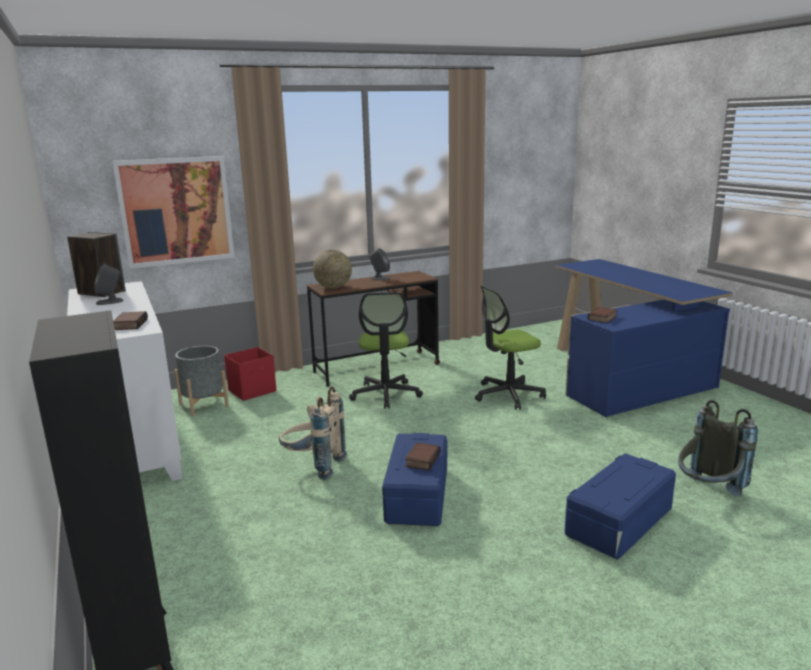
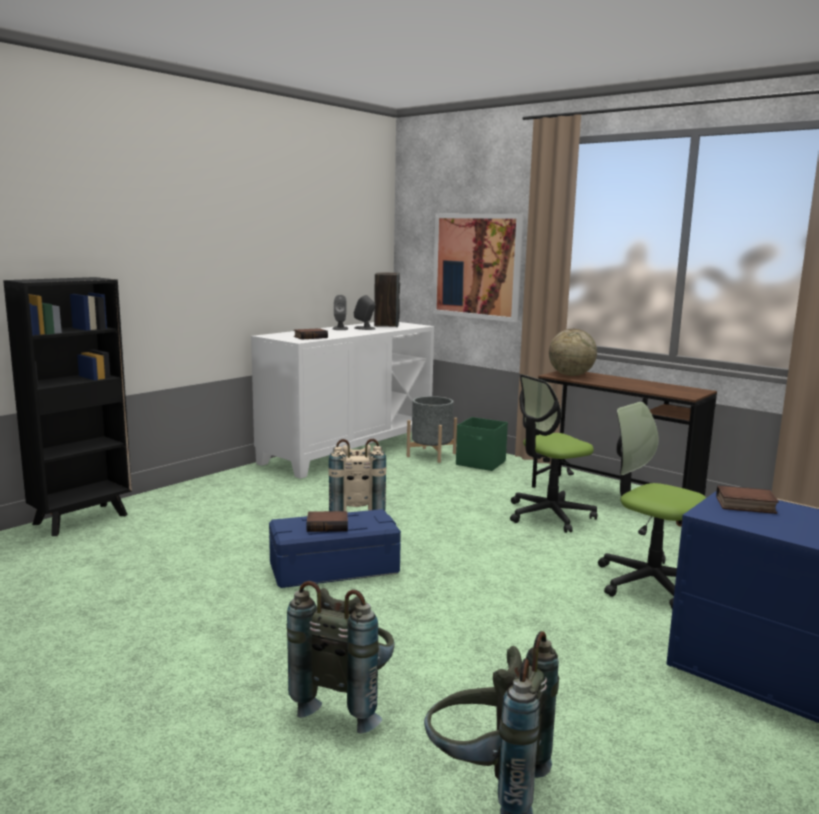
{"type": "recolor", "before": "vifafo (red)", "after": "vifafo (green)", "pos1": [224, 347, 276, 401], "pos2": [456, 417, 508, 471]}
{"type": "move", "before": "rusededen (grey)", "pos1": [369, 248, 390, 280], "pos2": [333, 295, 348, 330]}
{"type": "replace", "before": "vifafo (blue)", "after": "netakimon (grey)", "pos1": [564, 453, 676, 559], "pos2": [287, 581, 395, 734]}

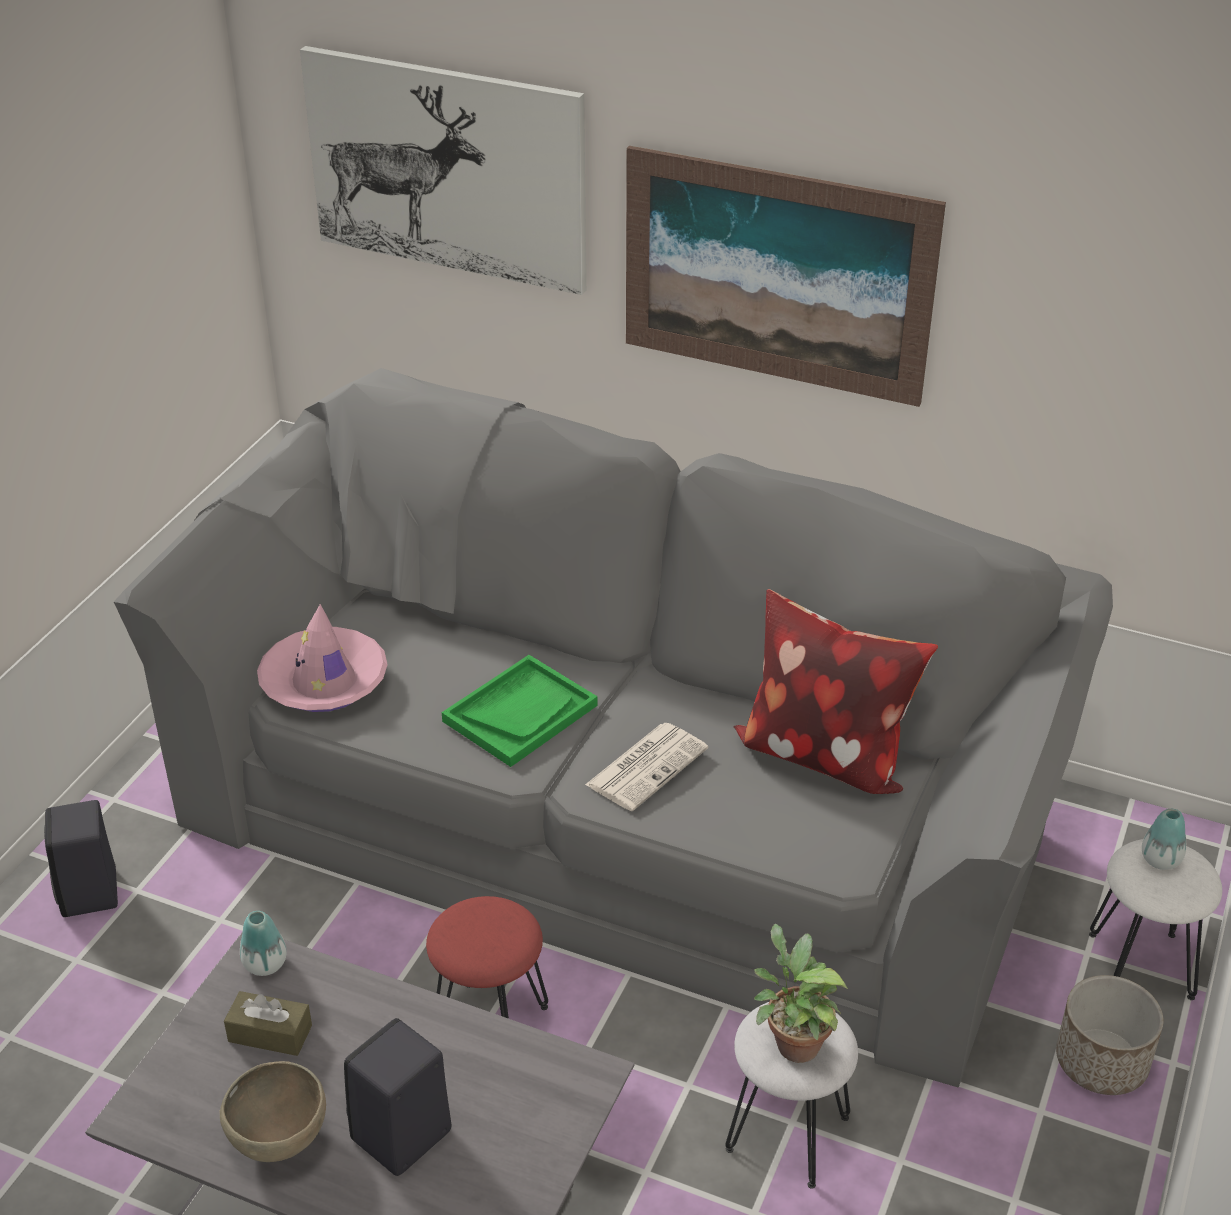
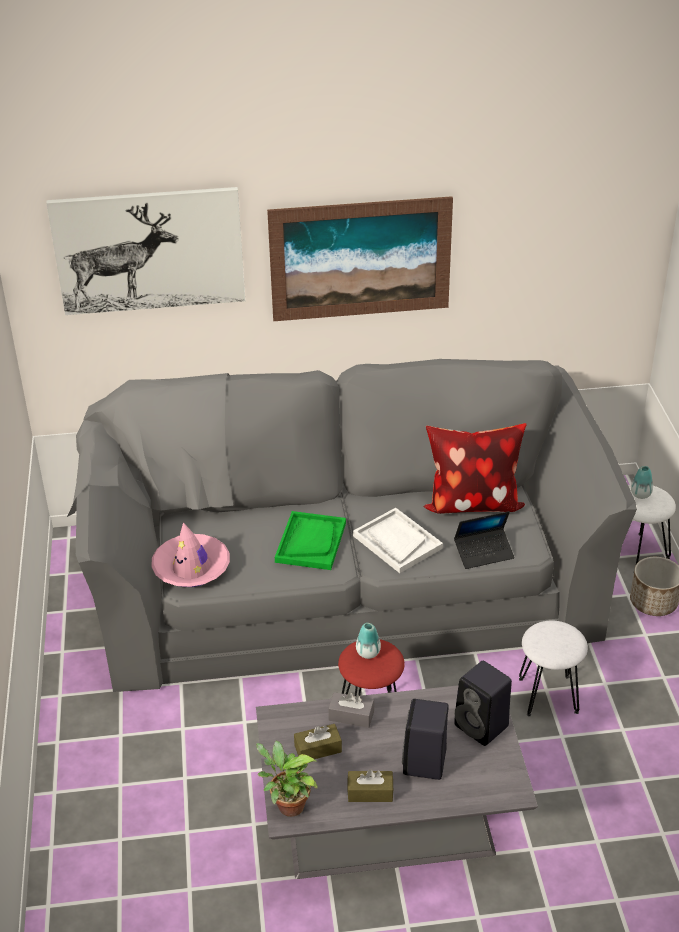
{"type": "move", "before": "rusededen (black)", "pos1": [44, 800, 118, 917], "pos2": [454, 661, 512, 746]}
{"type": "replace", "before": "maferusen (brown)", "after": "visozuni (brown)", "pos1": [219, 1061, 326, 1162], "pos2": [347, 769, 394, 802]}
{"type": "move", "before": "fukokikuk", "pos1": [240, 911, 287, 976], "pos2": [356, 623, 381, 659]}
{"type": "replace", "before": "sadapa", "after": "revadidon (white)", "pos1": [585, 723, 708, 811], "pos2": [353, 508, 443, 573]}
{"type": "move", "before": "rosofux", "pos1": [754, 924, 848, 1063], "pos2": [256, 741, 318, 817]}
{"type": "insert", "after": "visozuni (grey)", "pos2": [328, 692, 374, 728]}
{"type": "insert", "after": "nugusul", "pos2": [454, 511, 515, 569]}

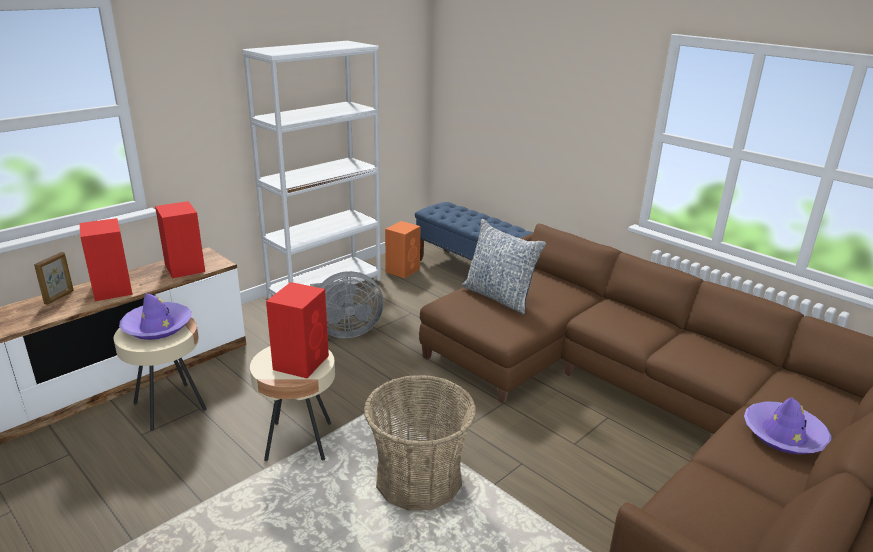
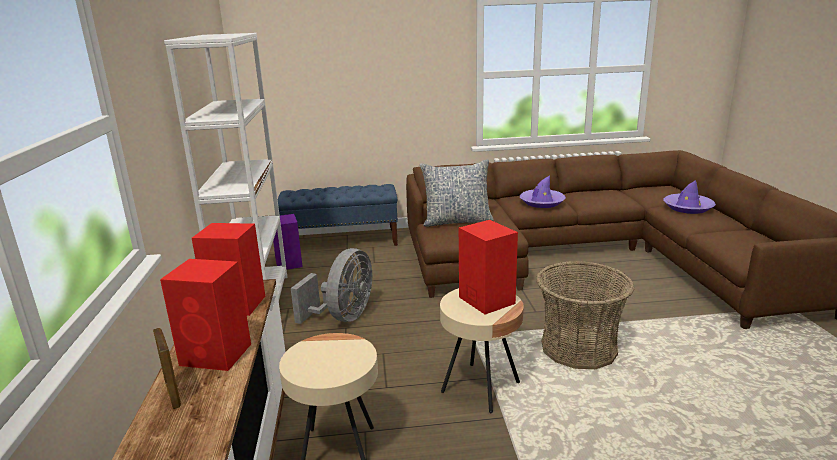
{"type": "move", "before": "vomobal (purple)", "pos1": [119, 293, 191, 340], "pos2": [520, 176, 566, 208]}
{"type": "recolor", "before": "rusededen (orange)", "after": "rusededen (purple)", "pos1": [385, 221, 420, 278], "pos2": [273, 214, 303, 270]}

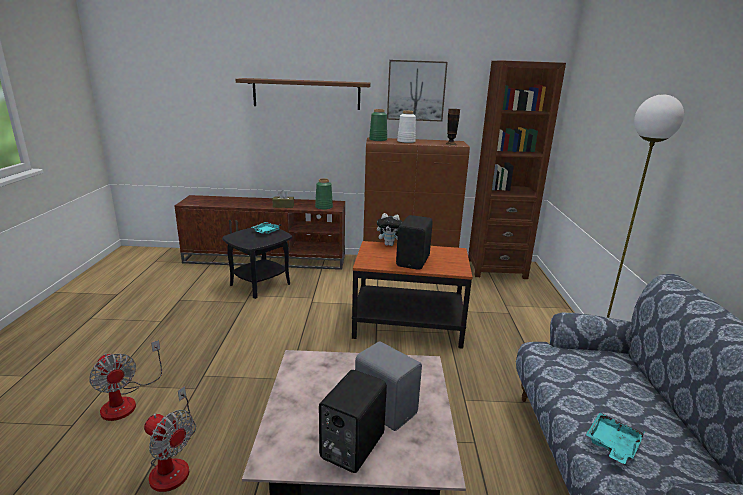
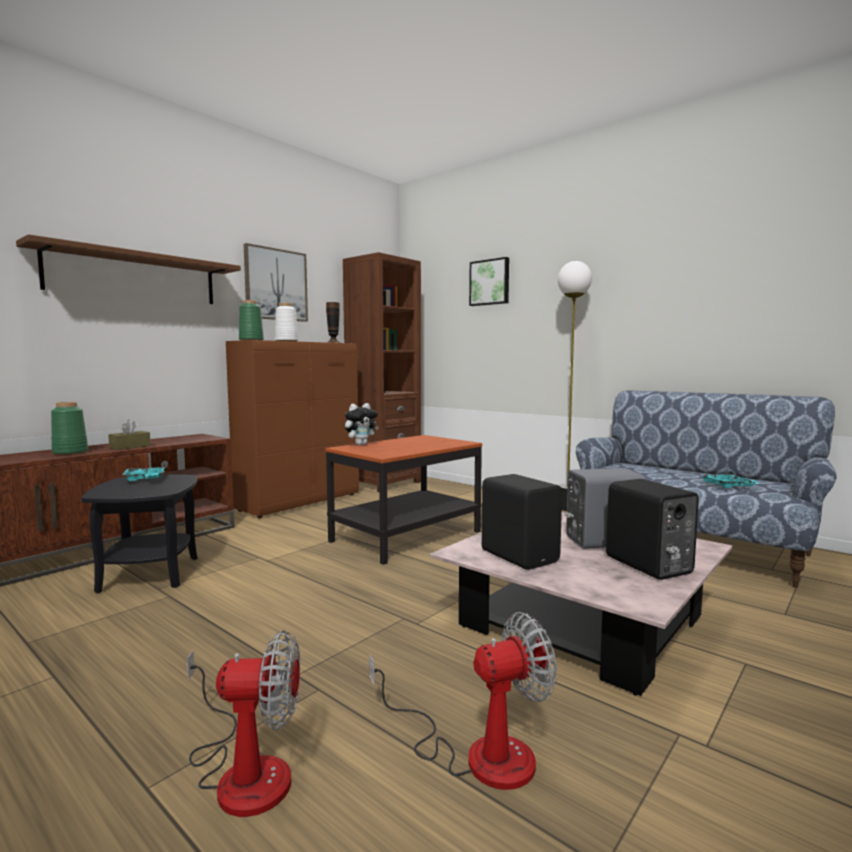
{"type": "move", "before": "fukokikuk (green)", "pos1": [315, 178, 333, 210], "pos2": [51, 402, 88, 455]}
{"type": "move", "before": "rusededen (black)", "pos1": [396, 215, 433, 270], "pos2": [482, 474, 562, 570]}
{"type": "insert", "after": "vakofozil", "pos2": [469, 257, 509, 306]}

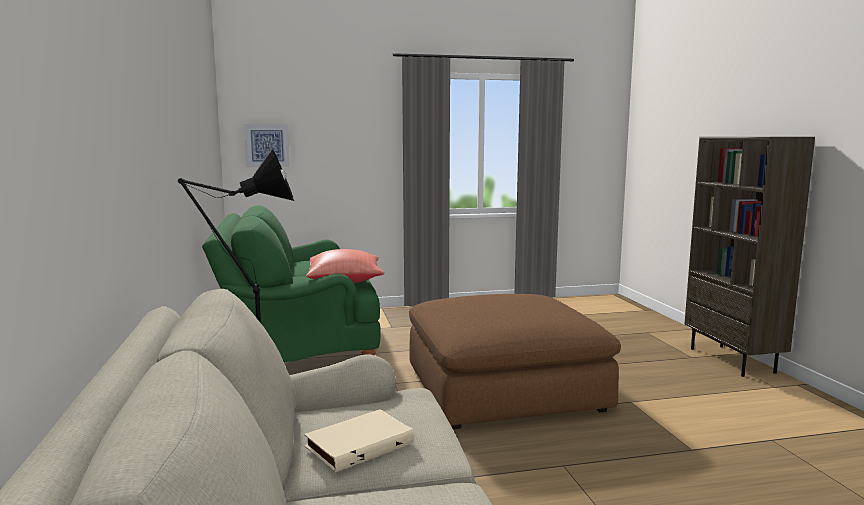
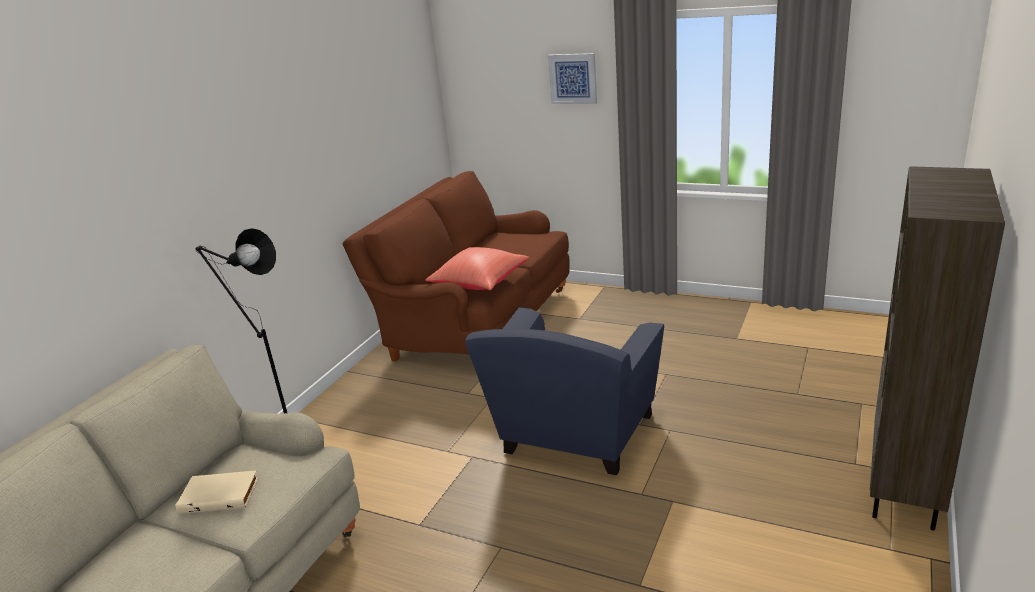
{"type": "recolor", "before": "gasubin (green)", "after": "gasubin (brown)", "pos1": [202, 205, 381, 362], "pos2": [342, 171, 570, 362]}
{"type": "move", "before": "vakofozil", "pos1": [244, 124, 290, 167], "pos2": [548, 53, 597, 104]}
{"type": "replace", "before": "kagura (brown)", "after": "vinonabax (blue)", "pos1": [409, 294, 621, 429], "pos2": [465, 307, 664, 475]}

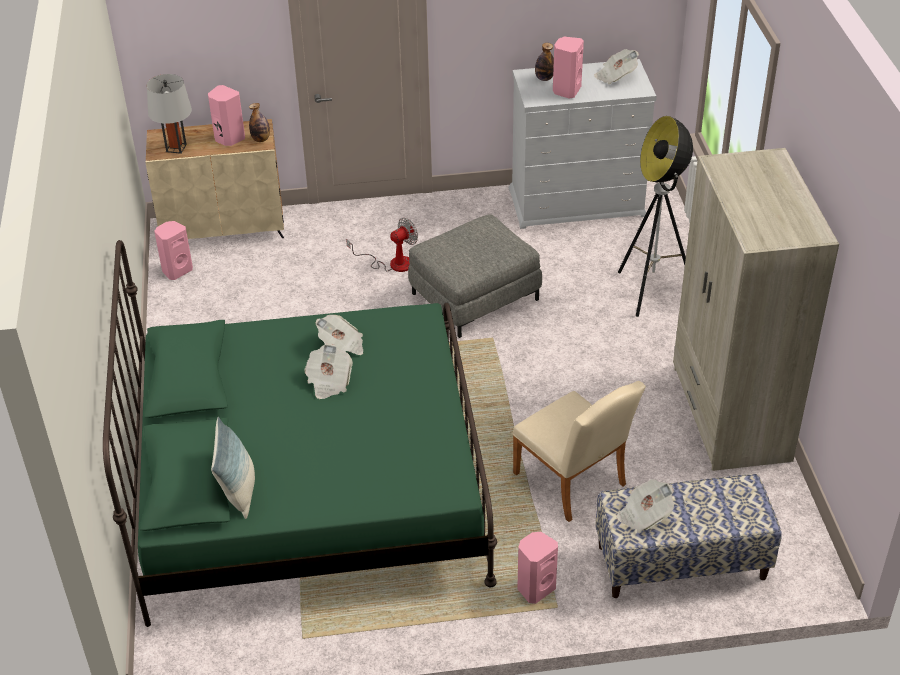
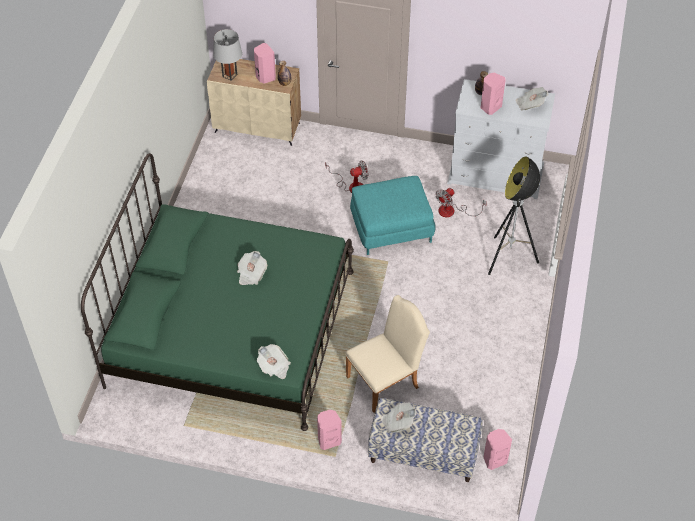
{"type": "move", "before": "rusededen (pink)", "pos1": [154, 221, 193, 280], "pos2": [484, 429, 512, 470]}
{"type": "delete", "before": "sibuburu", "pos1": [211, 417, 255, 519]}
{"type": "move", "before": "sadapa", "pos1": [316, 315, 363, 355], "pos2": [257, 344, 291, 379]}
{"type": "recolor", "before": "kagura (grey)", "after": "kagura (turquoise)", "pos1": [408, 214, 542, 338], "pos2": [350, 176, 436, 255]}
{"type": "rotate", "before": "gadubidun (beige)", "pos1": [512, 381, 646, 522], "pos2": [346, 295, 430, 413], "turn": -105}
{"type": "delete", "before": "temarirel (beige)", "pos1": [673, 148, 839, 471]}
{"type": "insert", "after": "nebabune", "pos2": [436, 188, 487, 217]}

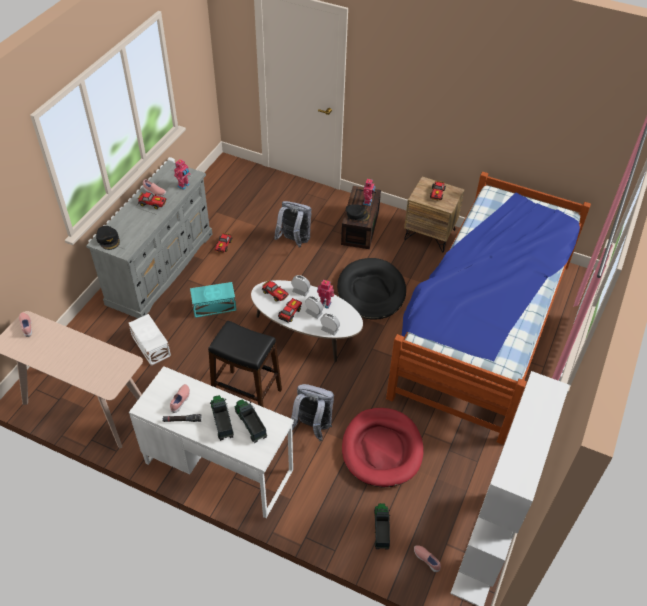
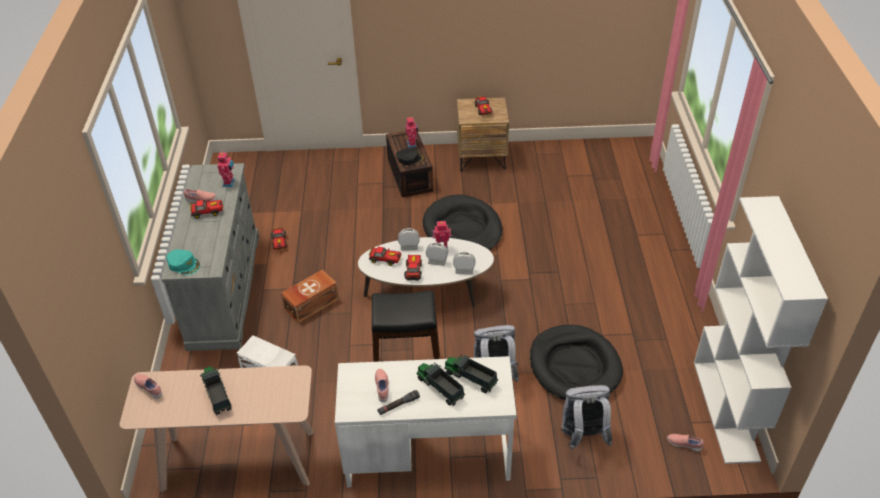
{"type": "recolor", "before": "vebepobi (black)", "after": "vebepobi (turquoise)", "pos1": [96, 226, 120, 250], "pos2": [166, 249, 200, 275]}
{"type": "recolor", "before": "vifafo (turquoise)", "after": "vifafo (brown)", "pos1": [190, 282, 237, 318], "pos2": [281, 270, 339, 323]}
{"type": "move", "before": "netakimon (grey)", "pos1": [274, 201, 312, 247], "pos2": [561, 385, 612, 450]}
{"type": "recolor", "before": "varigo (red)", "after": "varigo (black)", "pos1": [342, 408, 423, 487], "pos2": [530, 325, 623, 400]}
{"type": "move", "before": "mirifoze", "pos1": [374, 503, 390, 550], "pos2": [200, 366, 231, 415]}
{"type": "delete", "before": "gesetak", "pos1": [386, 172, 591, 445]}

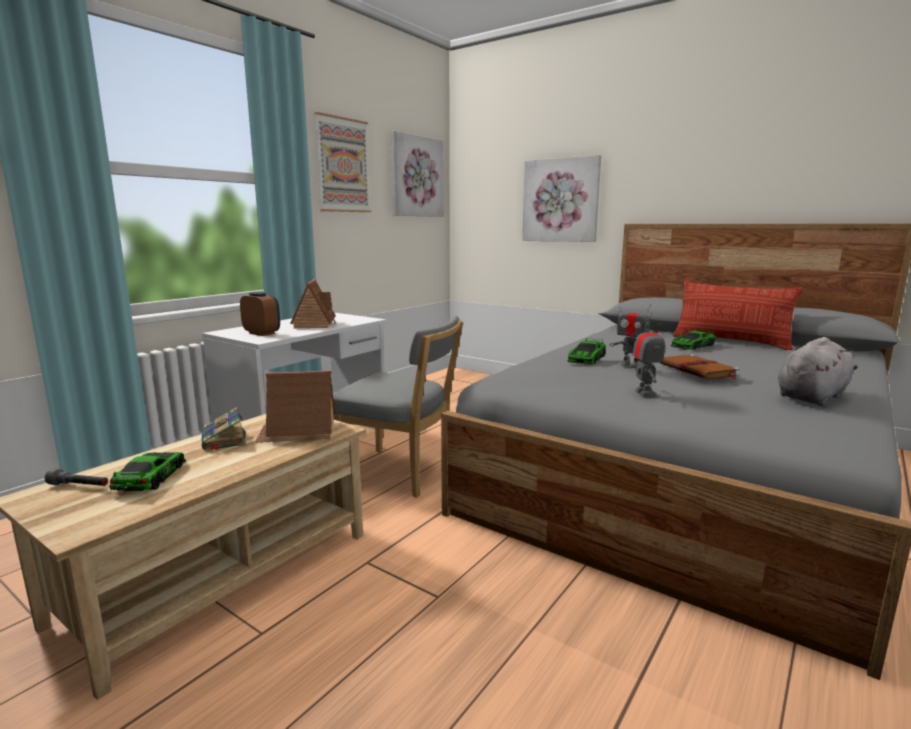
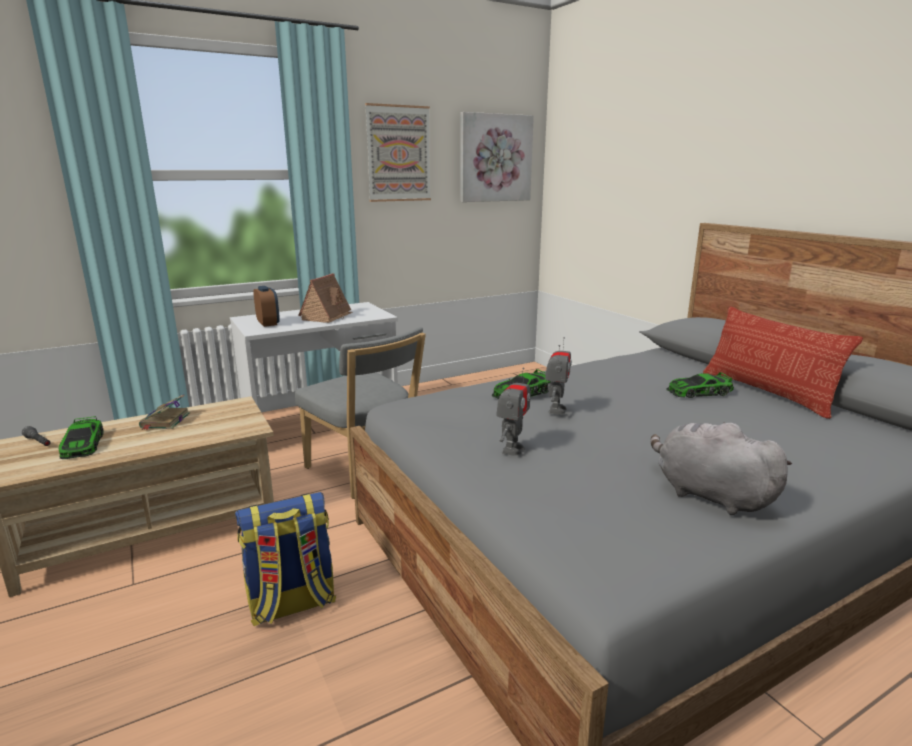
{"type": "rotate", "before": "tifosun", "pos1": [109, 452, 186, 491], "pos2": [59, 416, 104, 459], "turn": 135}
{"type": "delete", "before": "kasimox", "pos1": [255, 370, 335, 443]}
{"type": "delete", "before": "vakofozil", "pos1": [522, 155, 601, 242]}
{"type": "rotate", "before": "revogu", "pos1": [609, 300, 653, 368], "pos2": [545, 337, 572, 414], "turn": -135}
{"type": "delete", "before": "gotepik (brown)", "pos1": [660, 354, 740, 380]}
{"type": "rotate", "before": "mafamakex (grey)", "pos1": [778, 337, 858, 406], "pos2": [651, 423, 792, 515], "turn": -120}
{"type": "insert", "after": "netakimon", "pos2": [235, 492, 336, 626]}

